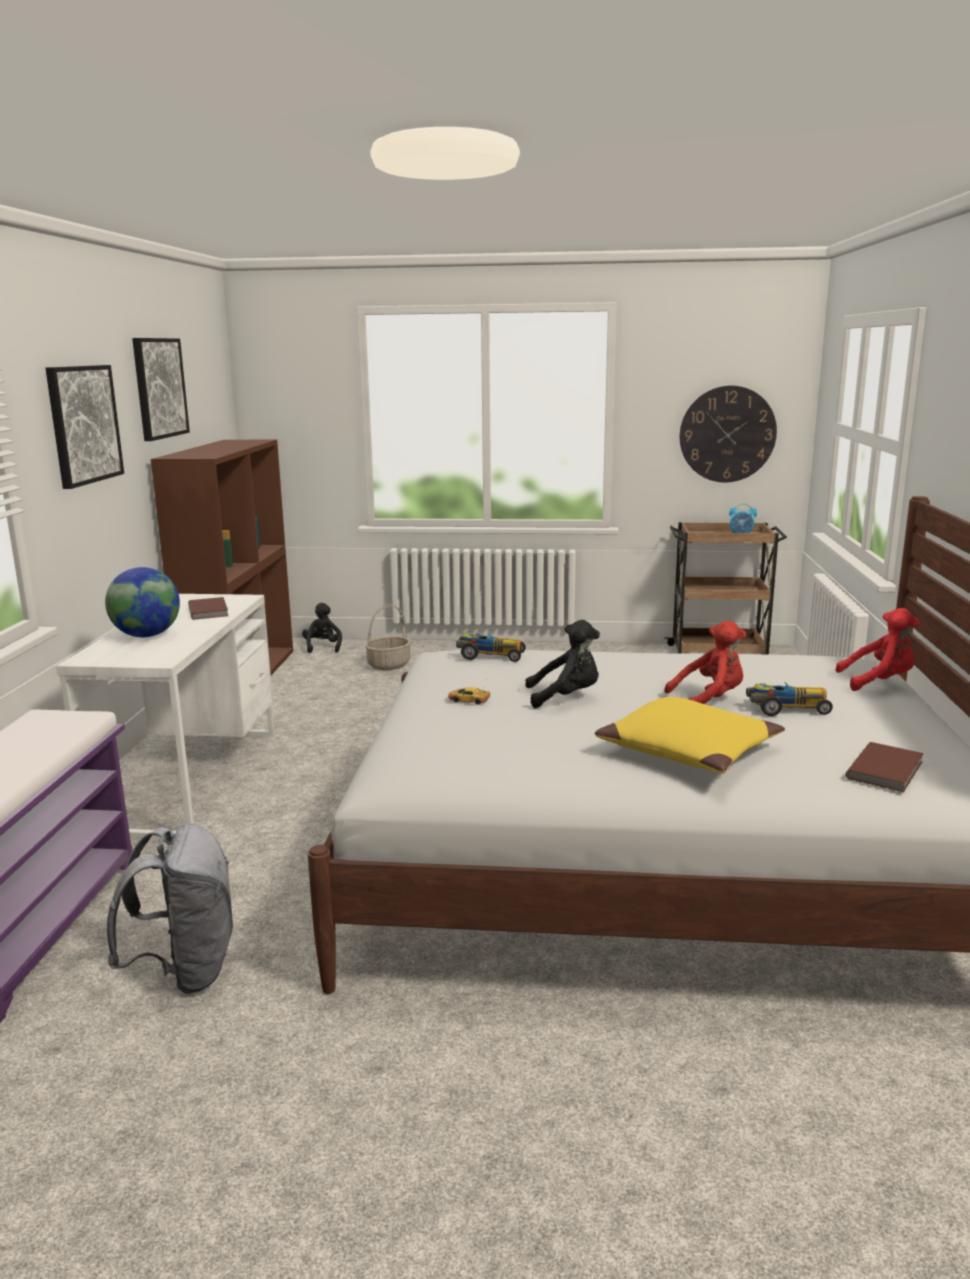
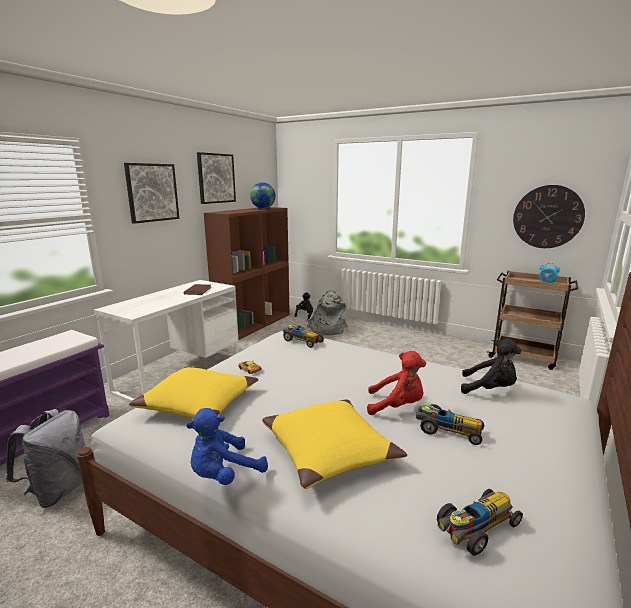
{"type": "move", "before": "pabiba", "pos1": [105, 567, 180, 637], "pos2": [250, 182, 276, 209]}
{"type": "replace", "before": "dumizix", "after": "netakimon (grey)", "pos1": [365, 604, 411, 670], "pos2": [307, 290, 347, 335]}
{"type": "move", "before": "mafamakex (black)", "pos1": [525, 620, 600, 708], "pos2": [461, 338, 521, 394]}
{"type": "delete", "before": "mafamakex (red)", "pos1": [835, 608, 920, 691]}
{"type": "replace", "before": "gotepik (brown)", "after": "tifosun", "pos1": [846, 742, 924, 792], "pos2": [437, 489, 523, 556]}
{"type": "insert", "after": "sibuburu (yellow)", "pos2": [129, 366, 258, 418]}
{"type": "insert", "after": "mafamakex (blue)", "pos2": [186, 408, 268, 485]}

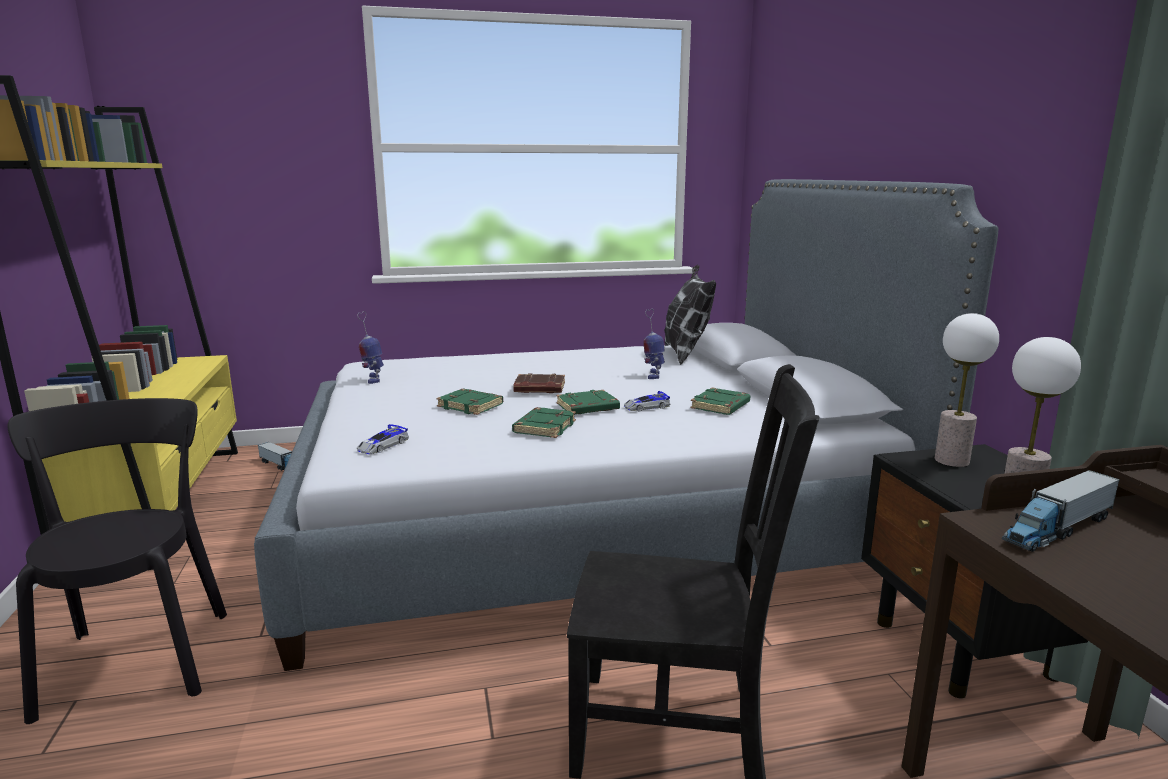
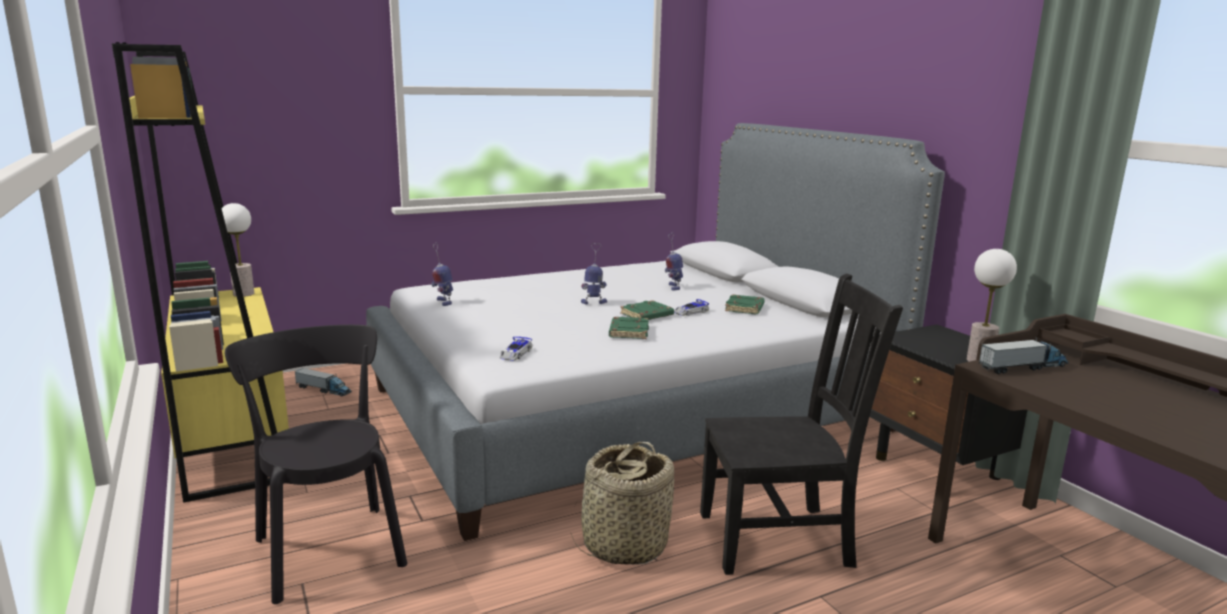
{"type": "delete", "before": "gotepik (green)", "pos1": [436, 389, 503, 415]}
{"type": "replace", "before": "gotepik (brown)", "after": "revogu", "pos1": [513, 373, 565, 393], "pos2": [581, 243, 607, 304]}
{"type": "delete", "before": "sibuburu", "pos1": [664, 264, 716, 365]}
{"type": "move", "before": "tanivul", "pos1": [935, 313, 999, 467], "pos2": [222, 203, 254, 297]}
{"type": "rotate", "before": "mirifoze", "pos1": [1002, 470, 1120, 552], "pos2": [979, 338, 1069, 374], "turn": -150}
{"type": "insert", "after": "dumizix", "pos2": [570, 442, 674, 565]}

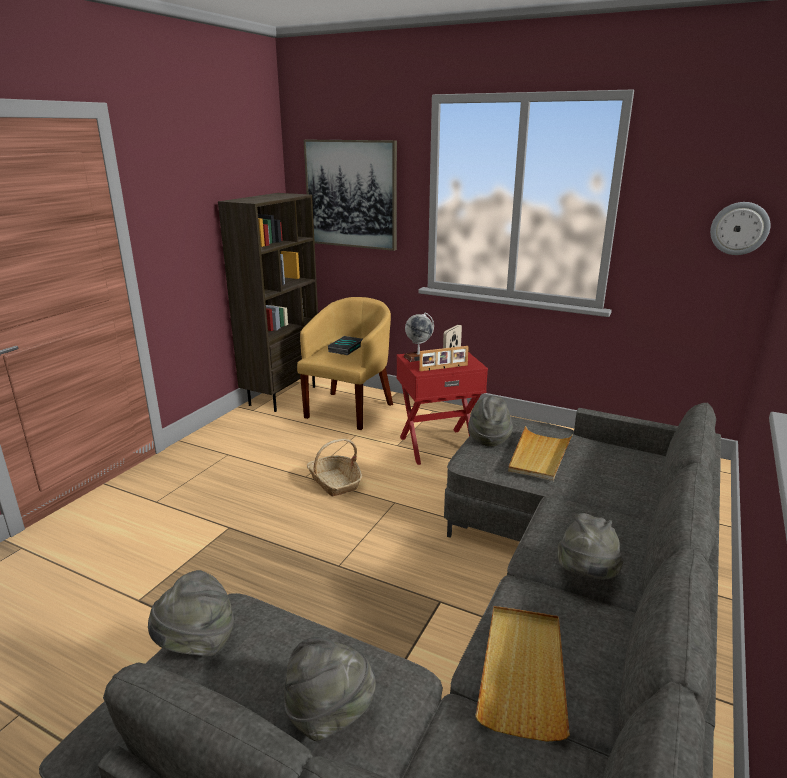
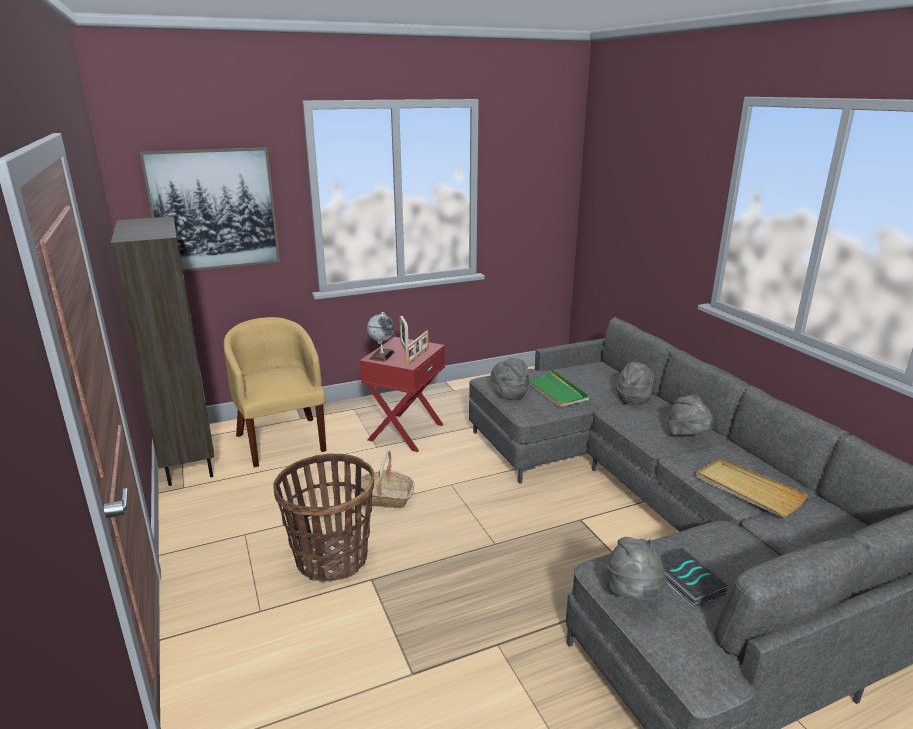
{"type": "move", "before": "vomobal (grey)", "pos1": [284, 637, 376, 742], "pos2": [616, 362, 654, 404]}
{"type": "move", "before": "gotepik", "pos1": [328, 336, 363, 355], "pos2": [660, 548, 728, 608]}
{"type": "recolor", "before": "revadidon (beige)", "after": "revadidon (green)", "pos1": [508, 426, 572, 481], "pos2": [529, 369, 589, 408]}
{"type": "delete", "before": "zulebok", "pos1": [710, 202, 770, 255]}
{"type": "insert", "after": "dumizix", "pos2": [273, 454, 374, 582]}

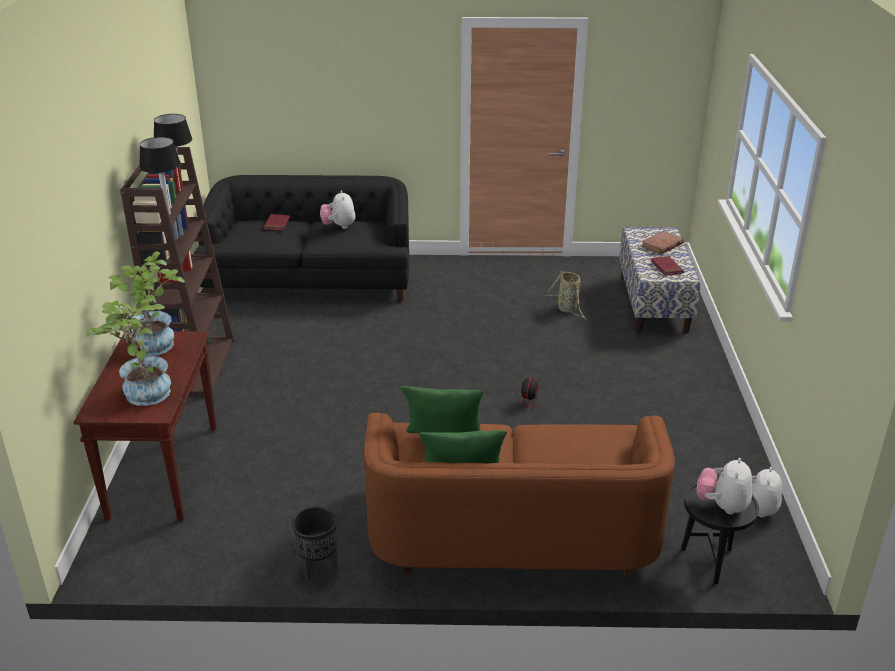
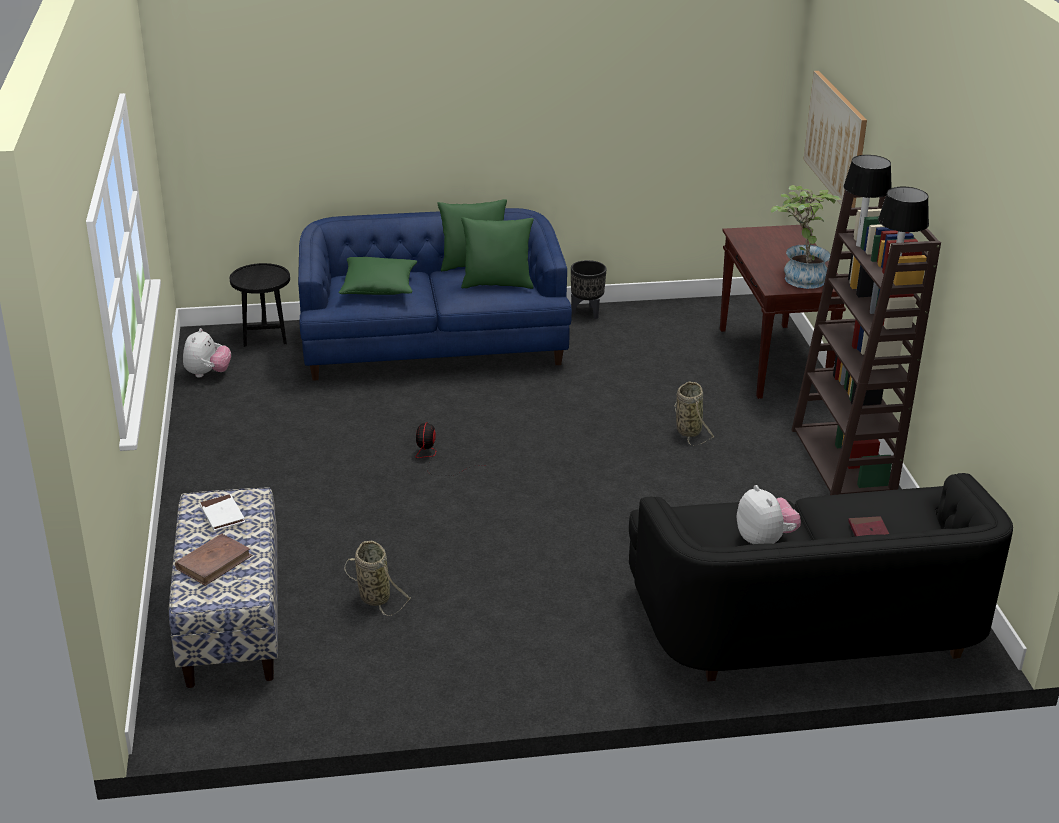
{"type": "delete", "before": "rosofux", "pos1": [86, 298, 171, 406]}
{"type": "recolor", "before": "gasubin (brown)", "after": "gasubin (blue)", "pos1": [364, 413, 675, 577], "pos2": [298, 208, 572, 381]}
{"type": "recolor", "before": "gotepik (red)", "after": "gotepik (white)", "pos1": [650, 256, 684, 276], "pos2": [199, 494, 245, 531]}
{"type": "delete", "before": "mafamakex", "pos1": [696, 458, 752, 514]}
{"type": "insert", "after": "sibuburu (green)", "pos2": [339, 257, 417, 295]}
{"type": "insert", "after": "dumizix", "pos2": [675, 381, 715, 446]}
{"type": "insert", "after": "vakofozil", "pos2": [803, 71, 867, 208]}

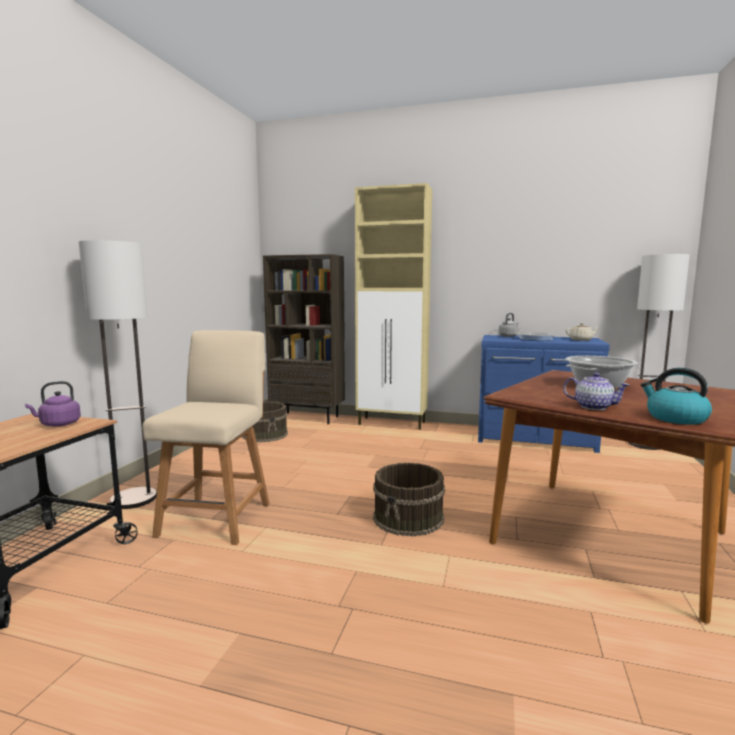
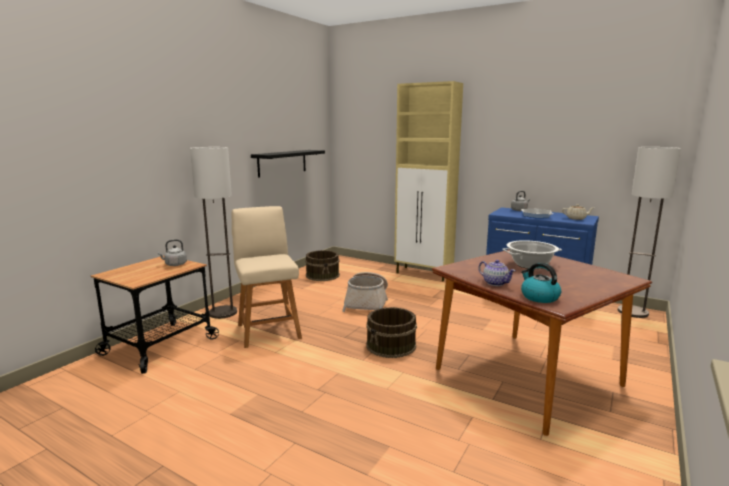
{"type": "recolor", "before": "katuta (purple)", "after": "katuta (grey)", "pos1": [25, 381, 81, 427], "pos2": [157, 239, 187, 266]}
{"type": "rotate", "before": "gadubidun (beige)", "pos1": [143, 330, 269, 545], "pos2": [231, 206, 302, 348], "turn": -45}
{"type": "delete", "before": "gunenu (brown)", "pos1": [263, 254, 345, 424]}
{"type": "insert", "after": "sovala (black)", "pos2": [251, 150, 325, 178]}
{"type": "insert", "after": "dumizix", "pos2": [342, 272, 388, 312]}

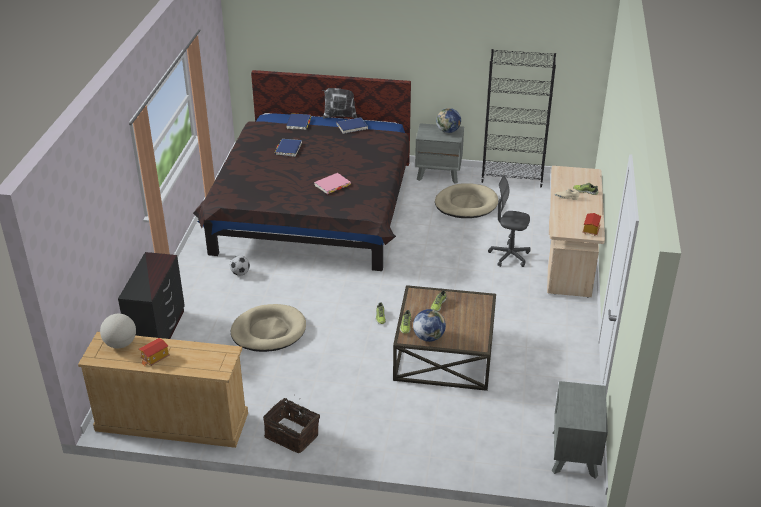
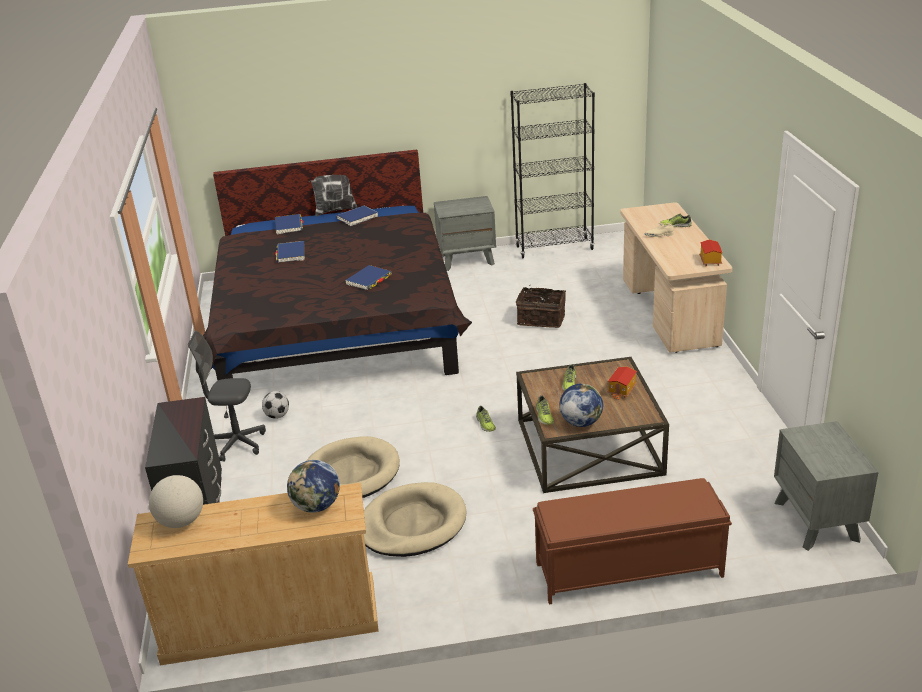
{"type": "move", "before": "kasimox", "pos1": [139, 338, 170, 366], "pos2": [608, 367, 637, 400]}
{"type": "move", "before": "dumizix", "pos1": [263, 398, 320, 453], "pos2": [516, 287, 566, 328]}
{"type": "recolor", "before": "gotepik (pink)", "after": "gotepik (blue)", "pos1": [314, 173, 351, 194], "pos2": [346, 265, 392, 290]}
{"type": "move", "before": "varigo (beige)", "pos1": [435, 183, 498, 218], "pos2": [364, 482, 467, 557]}
{"type": "move", "before": "pabiba", "pos1": [436, 108, 461, 133], "pos2": [287, 460, 340, 513]}
{"type": "move", "before": "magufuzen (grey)", "pos1": [488, 175, 531, 267], "pos2": [188, 331, 266, 462]}
{"type": "insert", "after": "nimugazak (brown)", "pos2": [533, 478, 732, 605]}

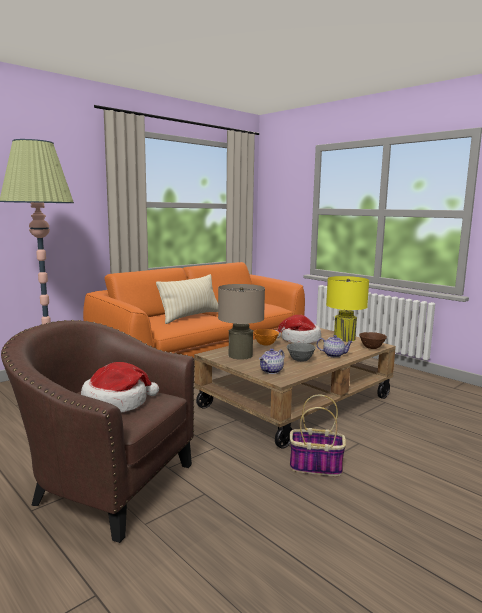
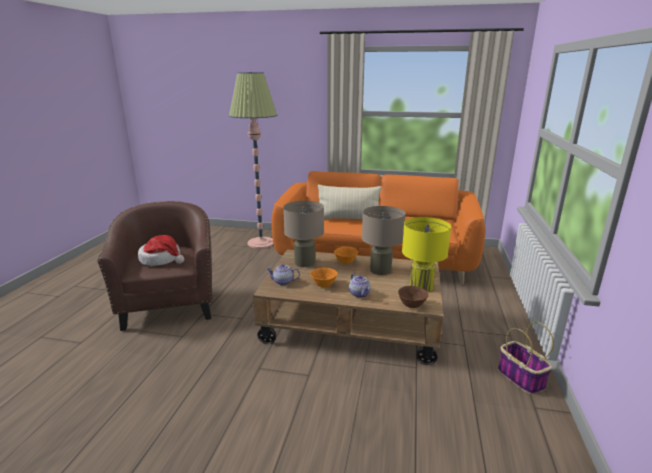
{"type": "replace", "before": "vomobal", "after": "tanivul (beige)", "pos1": [276, 315, 321, 344], "pos2": [362, 206, 405, 275]}
{"type": "recolor", "before": "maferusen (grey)", "after": "maferusen (orange)", "pos1": [287, 343, 316, 362], "pos2": [310, 268, 338, 287]}
{"type": "move", "before": "dumizix", "pos1": [290, 395, 346, 476], "pos2": [498, 322, 554, 394]}

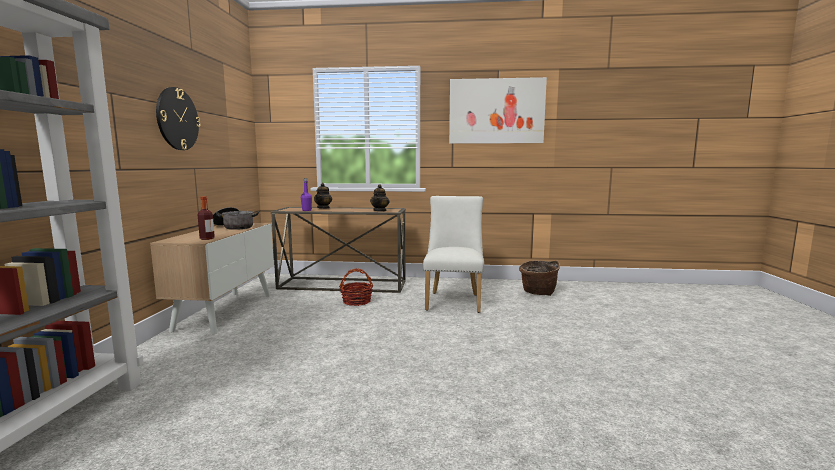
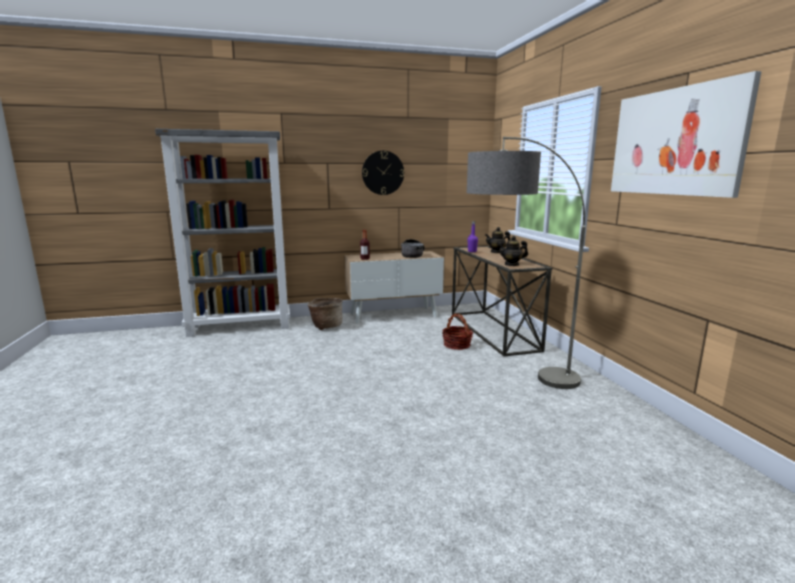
{"type": "replace", "before": "gadubidun (white)", "after": "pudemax", "pos1": [423, 196, 484, 313], "pos2": [467, 137, 585, 389]}
{"type": "move", "before": "dumizix", "pos1": [519, 261, 560, 296], "pos2": [308, 298, 342, 330]}

